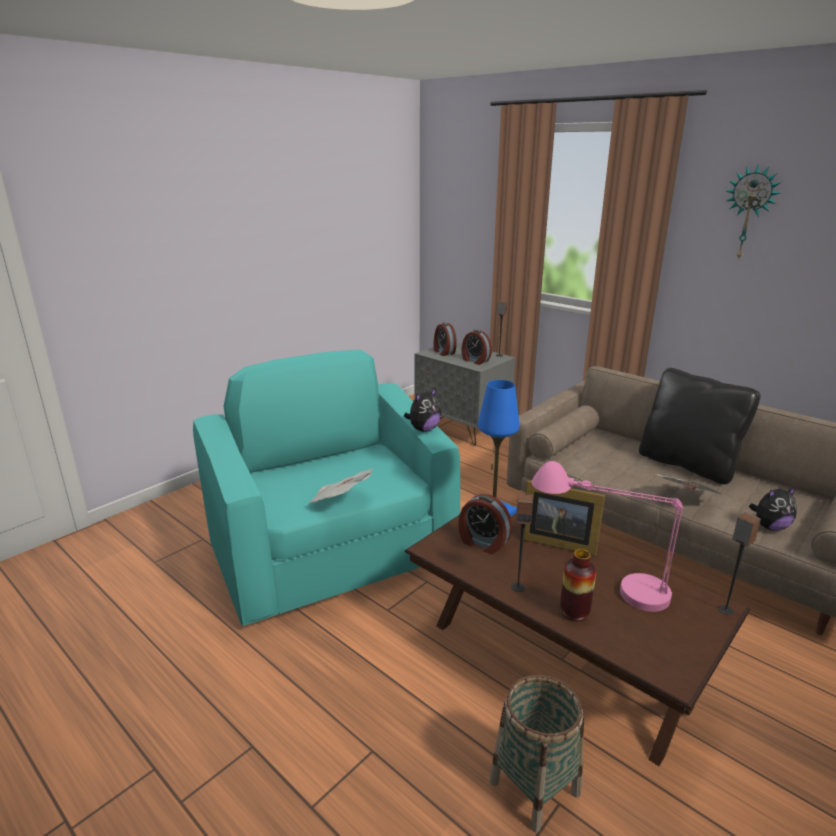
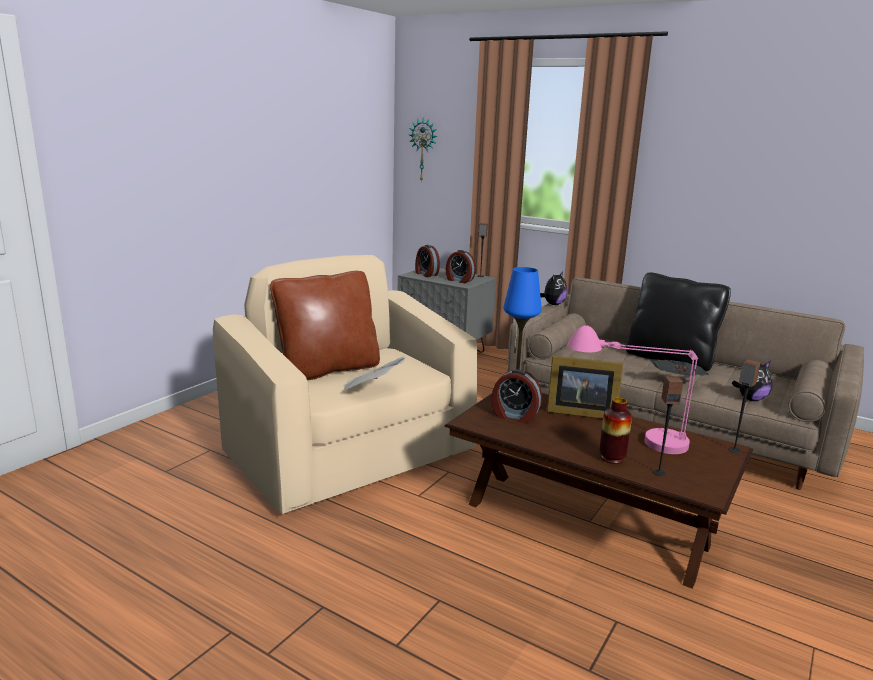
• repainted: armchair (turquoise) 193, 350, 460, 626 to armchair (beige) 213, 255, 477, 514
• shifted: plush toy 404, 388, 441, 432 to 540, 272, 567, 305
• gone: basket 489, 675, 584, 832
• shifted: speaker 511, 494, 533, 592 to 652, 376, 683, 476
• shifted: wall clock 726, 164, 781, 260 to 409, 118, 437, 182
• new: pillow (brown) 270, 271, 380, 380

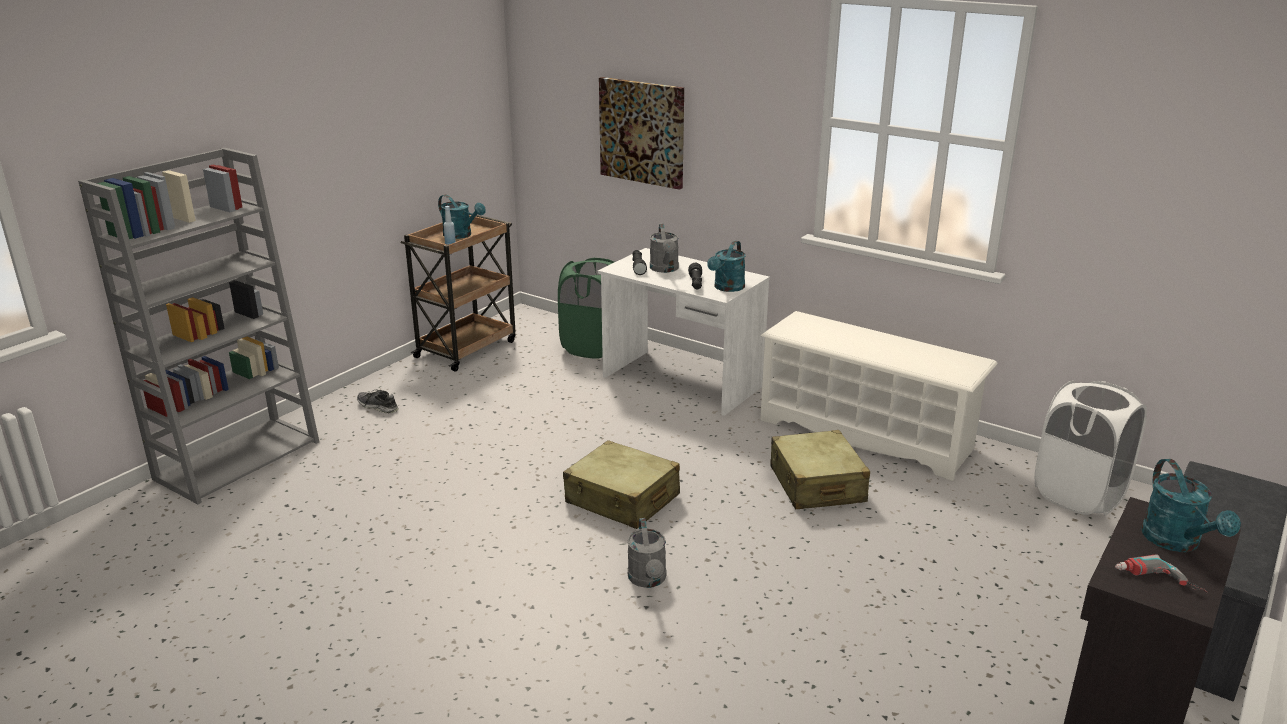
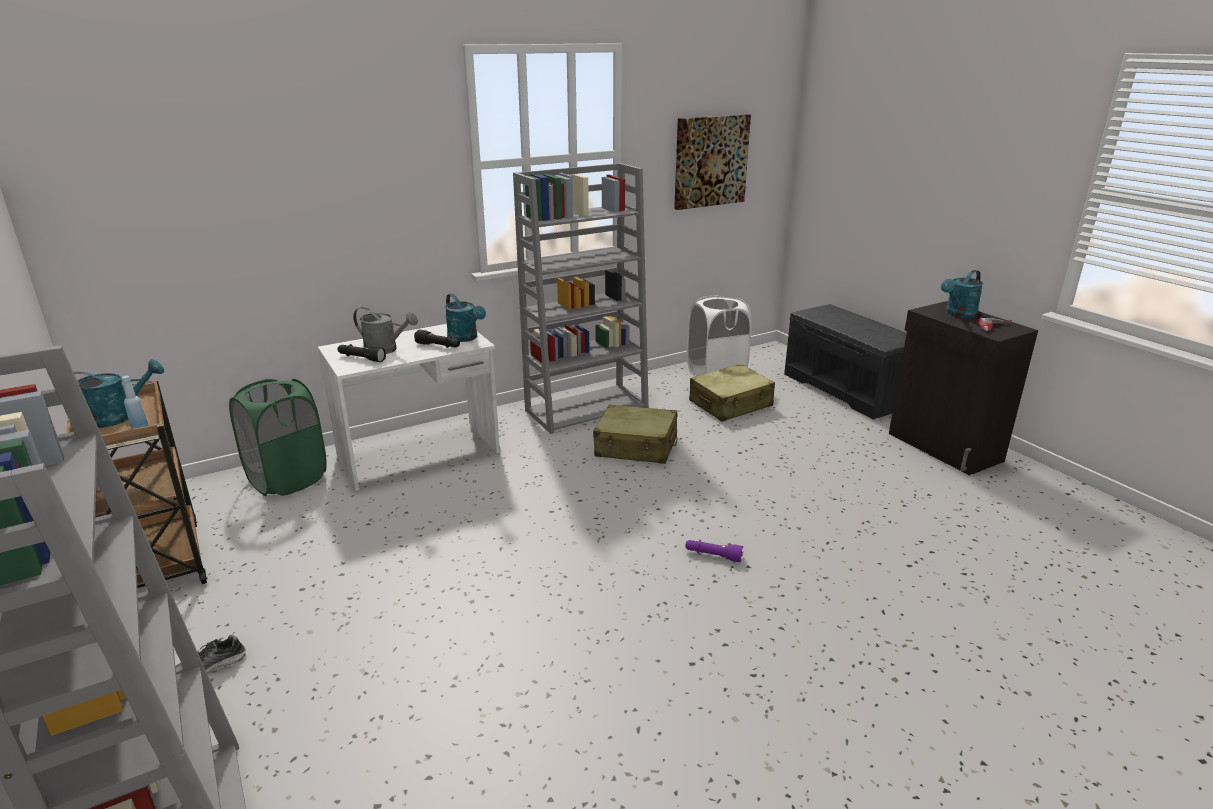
• shifted: suitcase (beige) 563, 440, 680, 529 to 689, 364, 775, 422
• shifted: picture 599, 77, 684, 190 to 674, 114, 751, 210
• swapped: watering can (grey) 627, 518, 666, 588 to flashlight (purple) 685, 540, 743, 562
• swapped: shoe rack (white) 760, 311, 998, 481 to bookcase (grey) 513, 163, 649, 434
• rotated: watering can (turquoise) 1141, 459, 1241, 552 = 941, 270, 983, 318 120 degrees clockwise

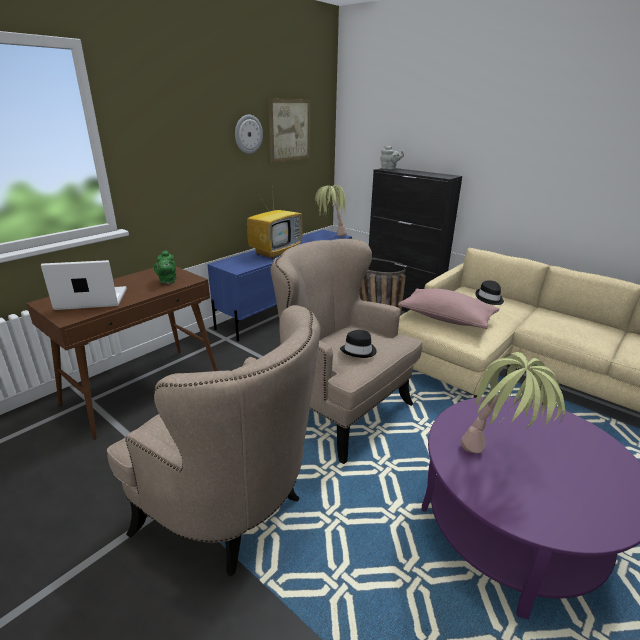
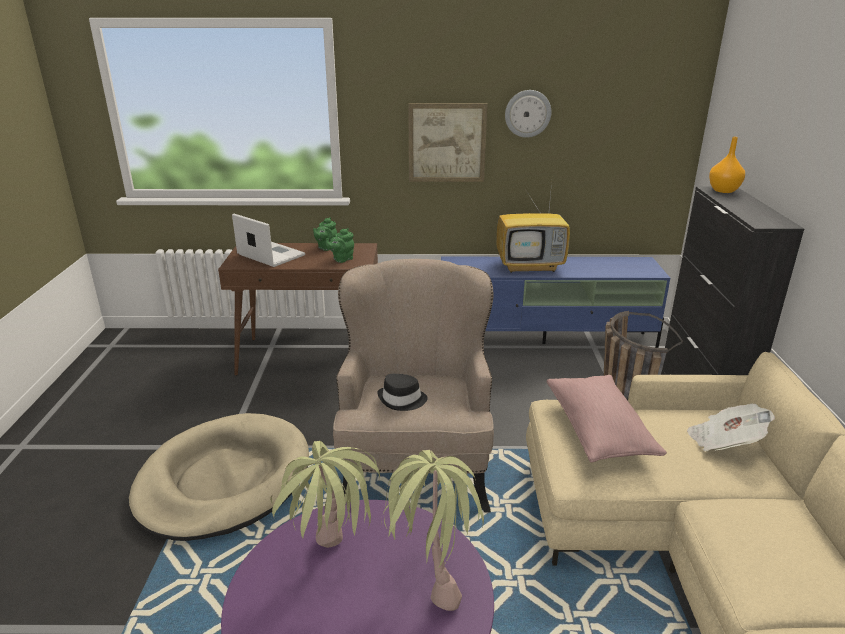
• swapped: armchair (beige) 107, 305, 321, 577 to dog bed (beige) 129, 413, 309, 541
• shifted: picture 268, 99, 310, 163 to 408, 103, 487, 182
• shifted: potted plant 315, 185, 347, 237 to 381, 450, 484, 611
• swapped: teapot (grey) 380, 146, 404, 170 to vase (orange) 709, 137, 745, 193
• swapped: hat (black) 475, 280, 504, 305 to newspaper 687, 404, 775, 451
• new: teapot (green) 313, 217, 337, 251

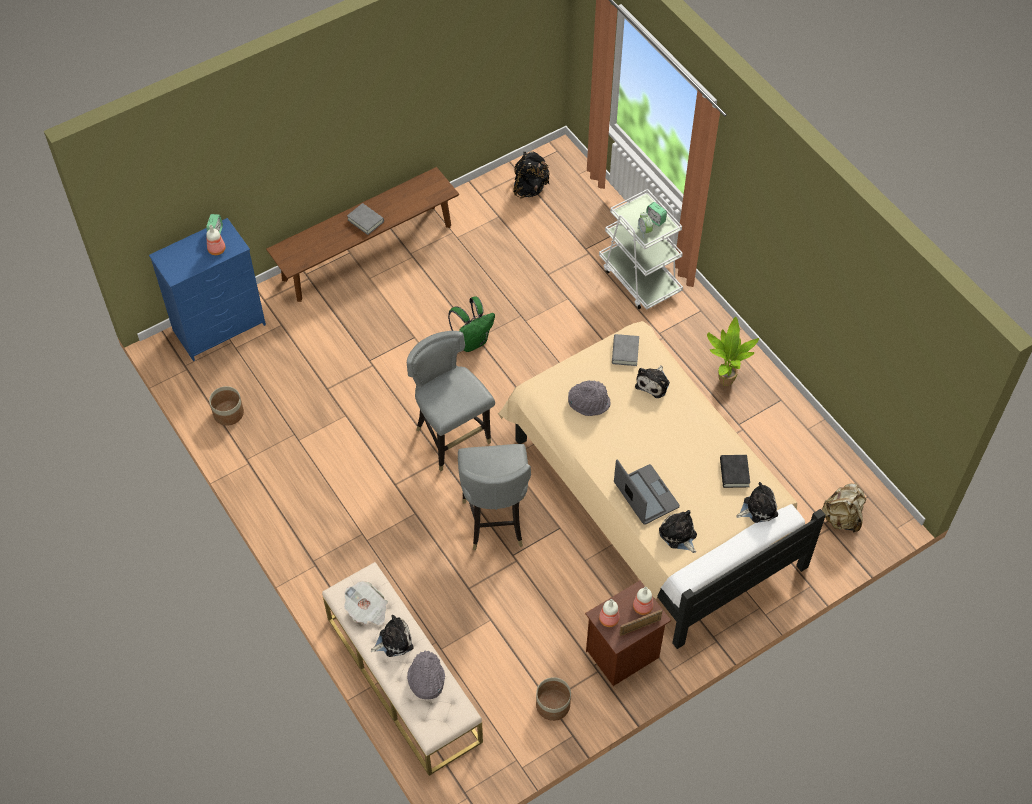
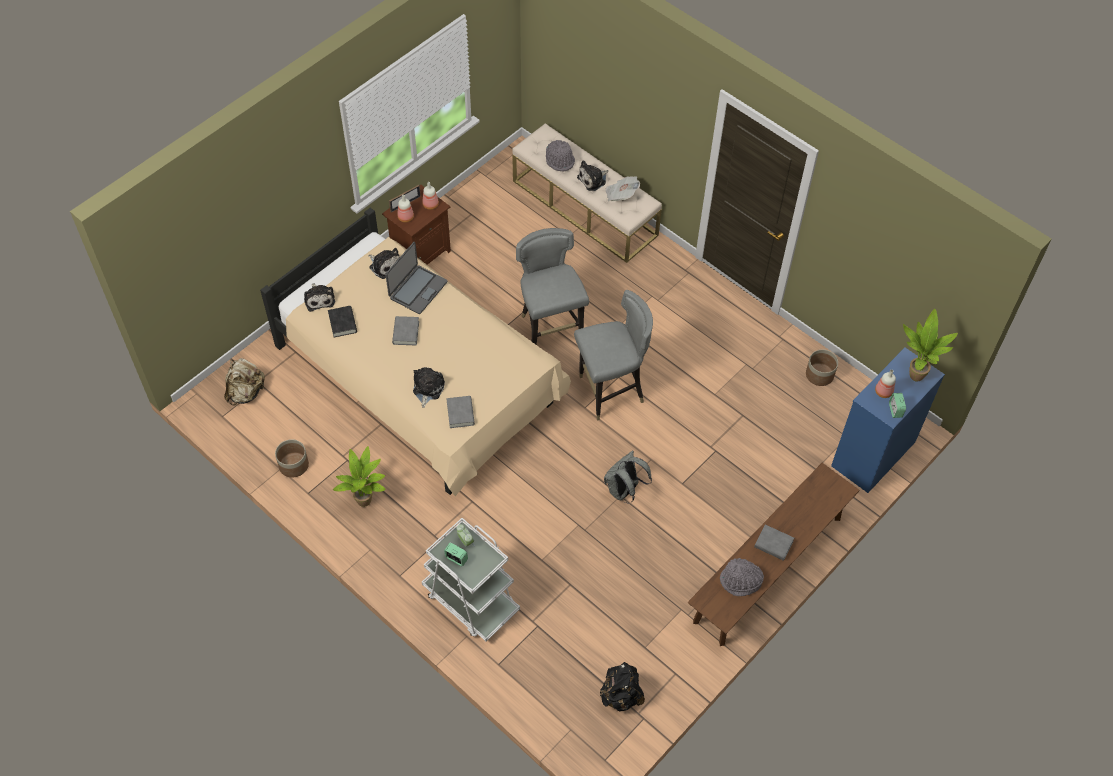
• rotated: chair (grey) 407, 331, 495, 472 = 574, 290, 653, 421 60 degrees counterclockwise
• repainted: backpack (green) 448, 297, 495, 352 to backpack (grey) 604, 450, 652, 503
• shifted: planter 536, 677, 571, 721 to 275, 439, 309, 478
• shifted: hat (grey) 568, 380, 611, 416 to 720, 558, 764, 596
• rotated: laptop 614, 460, 680, 525 = 385, 242, 447, 314 105 degrees counterclockwise
• rotated: plush toy 736, 482, 778, 523 = 304, 283, 335, 312 75 degrees counterclockwise
• new: book (grey) 392, 316, 419, 345
• new: potted plant 903, 309, 958, 382

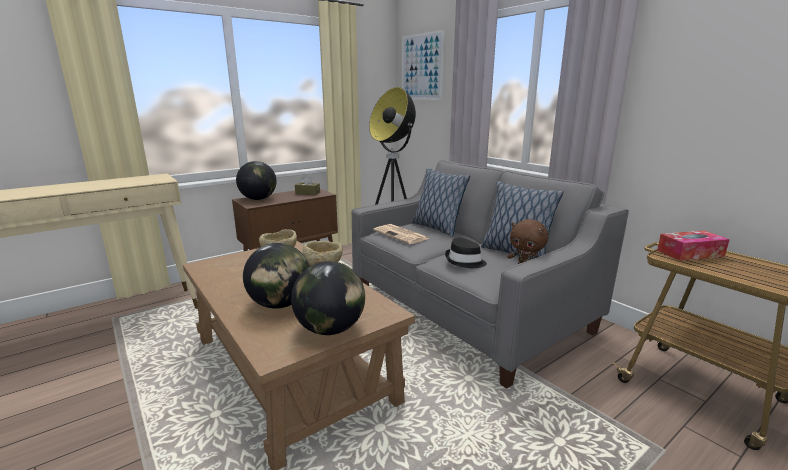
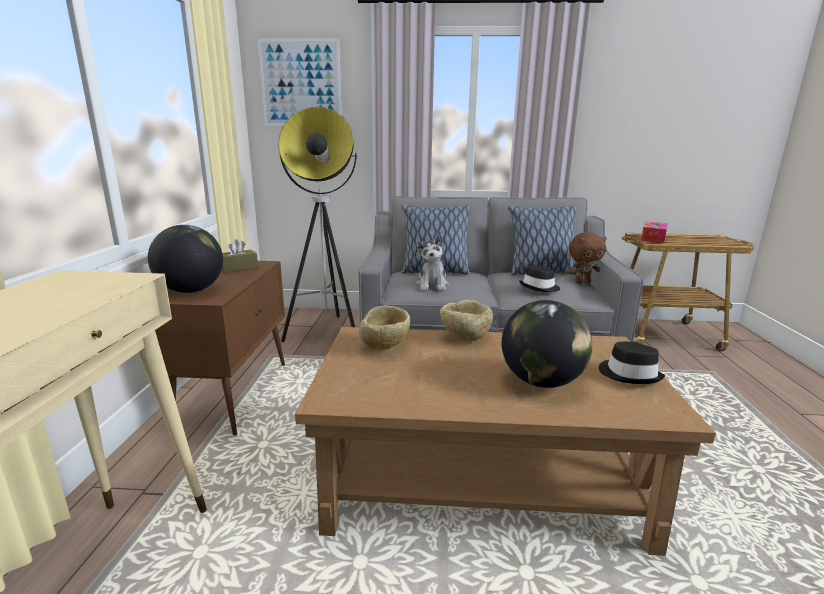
• swapped: globe 291, 261, 365, 335 to hat (black) 599, 342, 665, 384
• swapped: newspaper 374, 224, 430, 244 to plush toy 416, 235, 449, 291

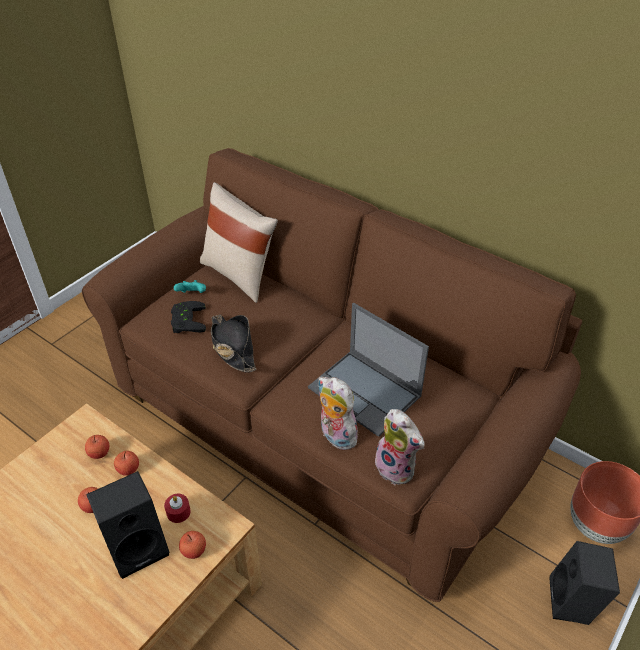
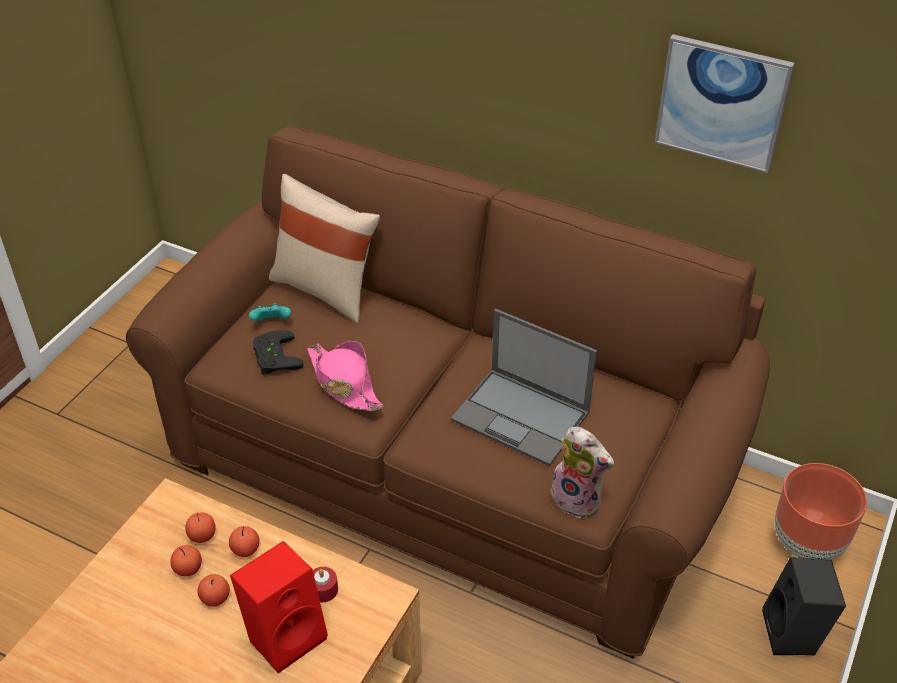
• repainted: speaker (black) 86, 471, 170, 579 to speaker (red) 230, 541, 328, 673
• shifted: apple 179, 531, 206, 559 to 170, 545, 202, 577
• repainted: hat (black) 211, 315, 256, 373 to hat (pink) 307, 341, 383, 411
• gone: plush toy 318, 377, 359, 450
• new: picture 655, 34, 795, 173

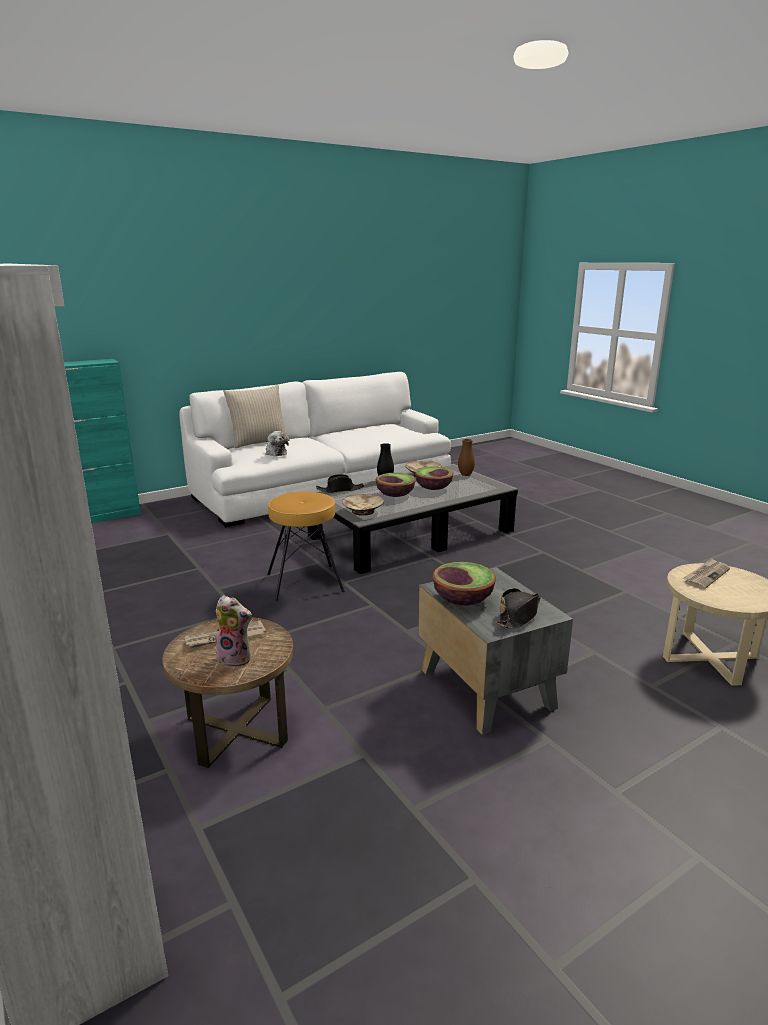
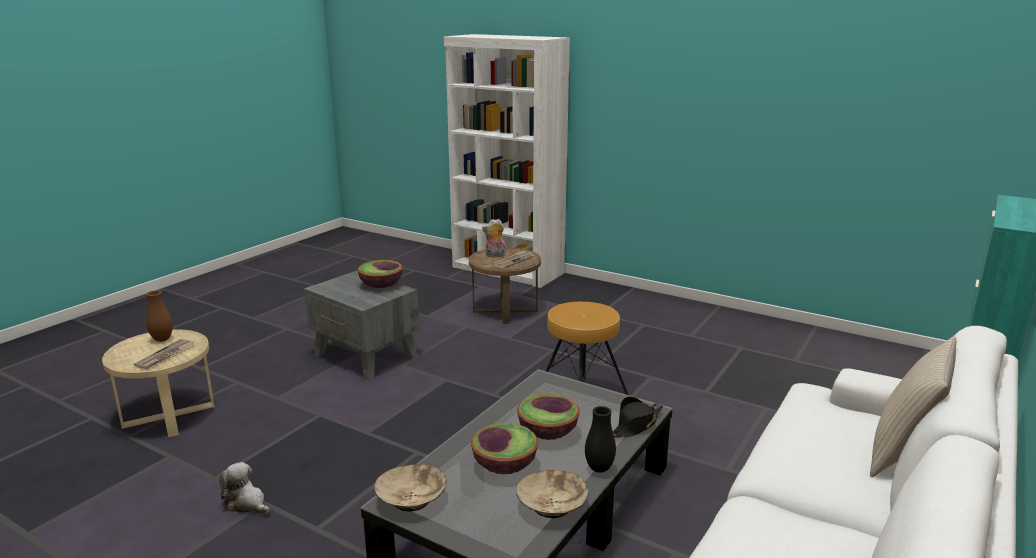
• shifted: plush toy 266, 431, 289, 456 to 219, 462, 270, 515
• shifted: bowl (beige) 342, 494, 384, 516 to 374, 464, 447, 511
• shifted: vase (brown) 458, 439, 475, 476 to 146, 290, 173, 342
• gone: hat (black) 496, 588, 541, 629

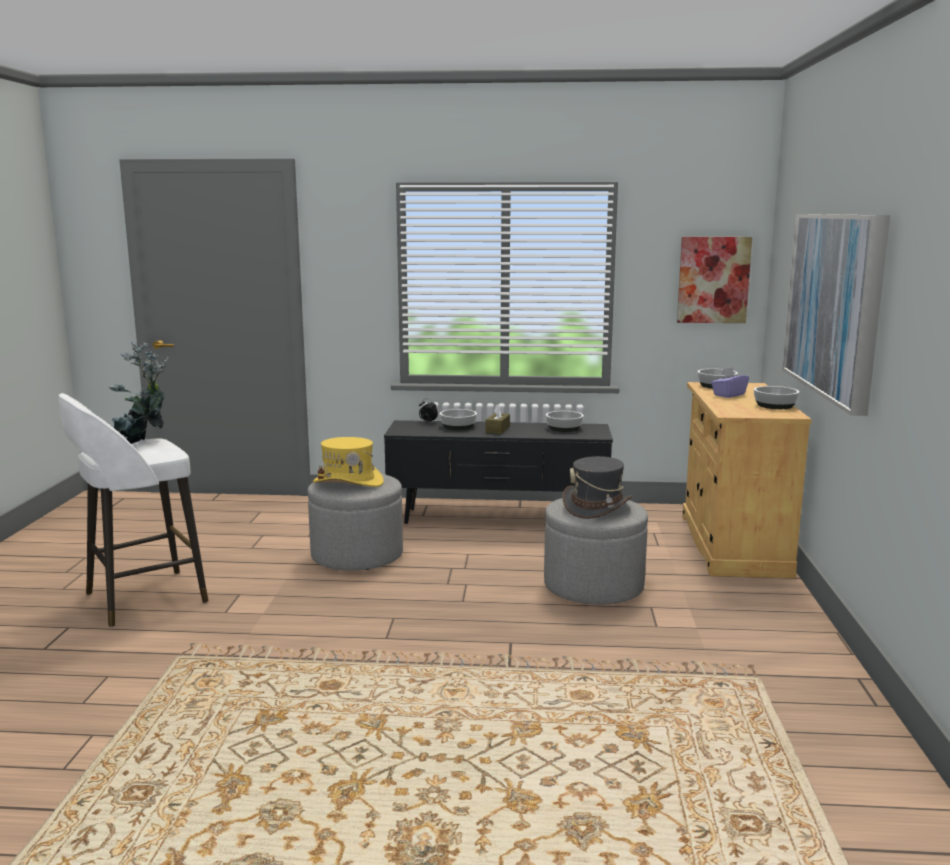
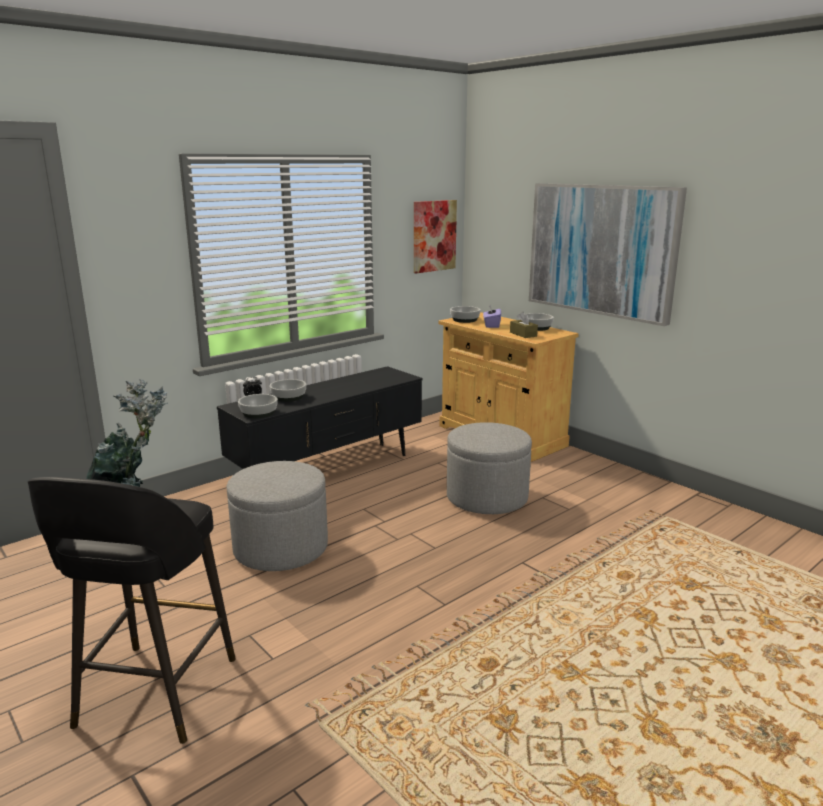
• repainted: stool (white) 59, 393, 209, 627 to stool (black) 28, 477, 236, 744
• gone: hat (yellow) 313, 437, 384, 487
• shifted: tissue box (brown) 485, 404, 510, 434 to 510, 312, 538, 338
• shifted: bowl 546, 411, 584, 432 to 238, 394, 278, 418
• gone: hat (grey) 562, 456, 632, 519

